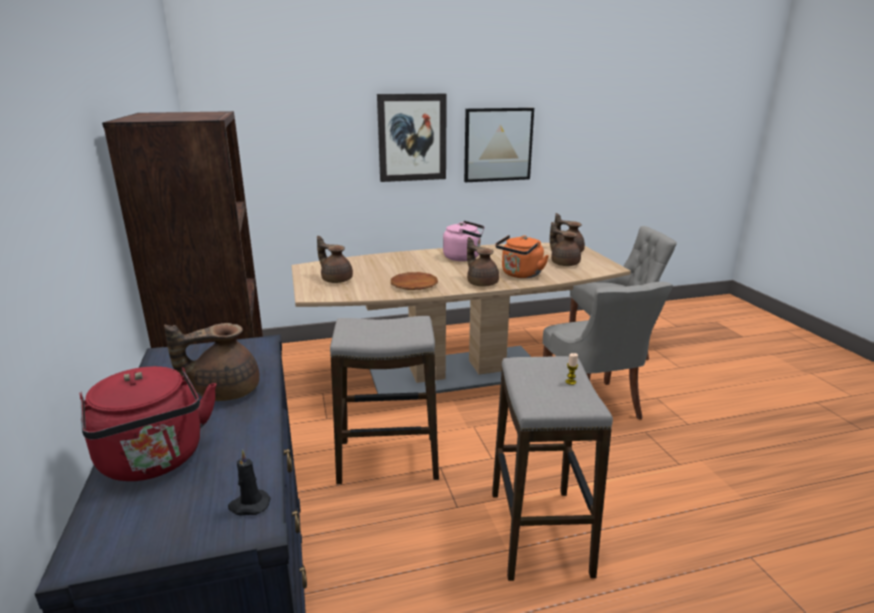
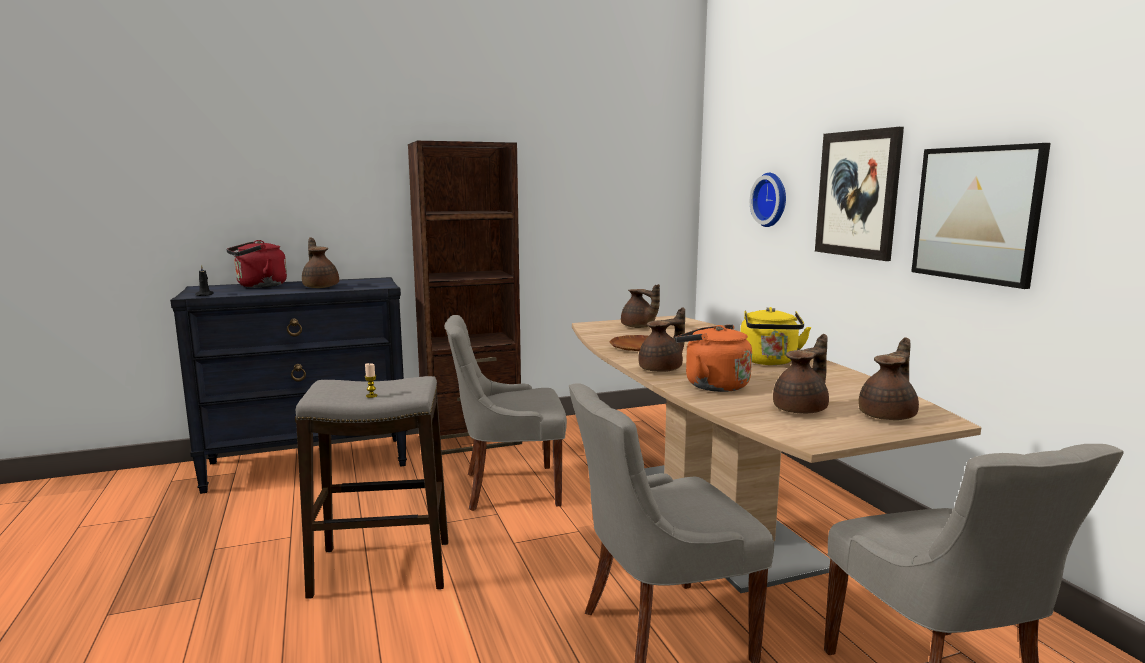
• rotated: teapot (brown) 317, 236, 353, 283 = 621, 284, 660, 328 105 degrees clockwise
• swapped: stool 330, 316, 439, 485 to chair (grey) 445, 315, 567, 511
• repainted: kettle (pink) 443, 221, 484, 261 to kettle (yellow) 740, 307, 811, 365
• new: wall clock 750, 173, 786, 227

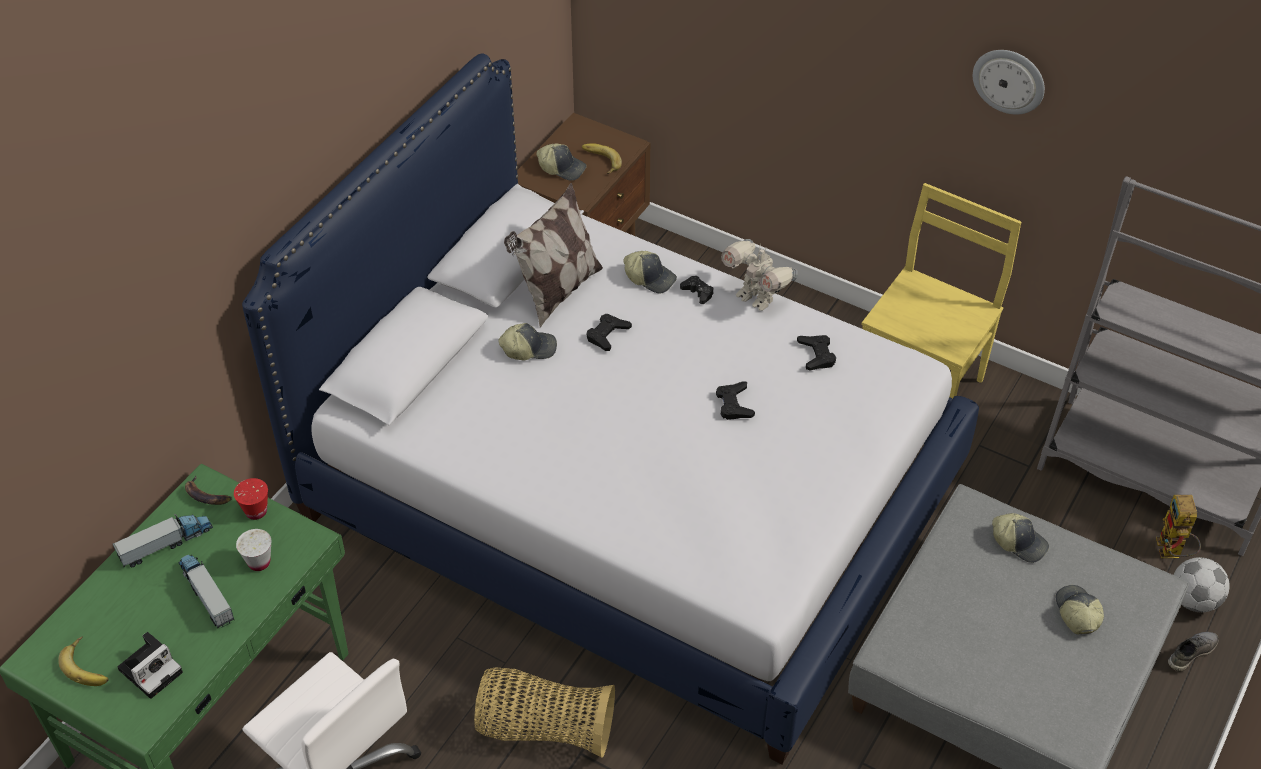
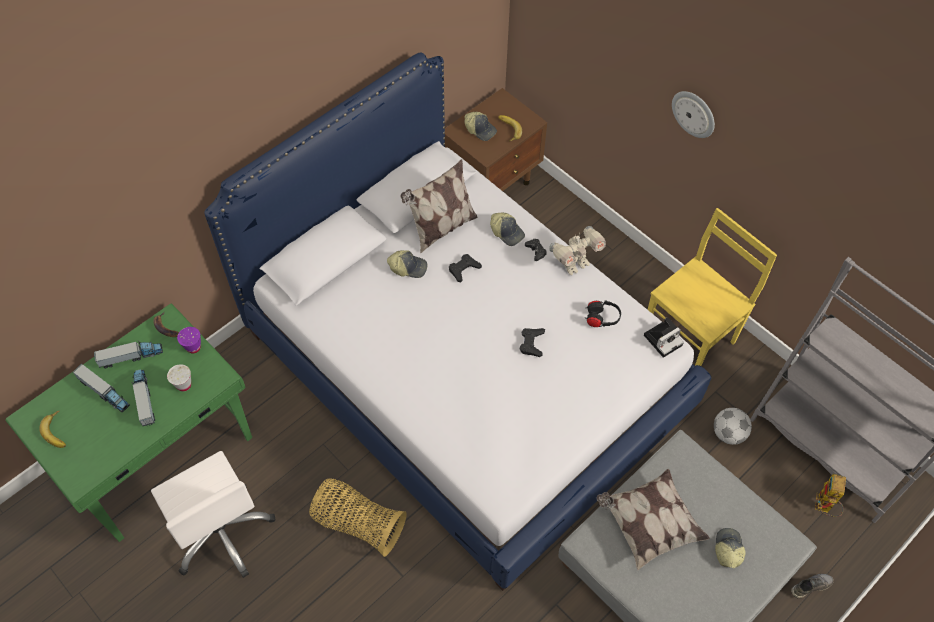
• shifted: photo camera 118, 632, 183, 699 to 644, 317, 684, 358
• repainted: cup (red) 234, 478, 268, 520 to cup (purple) 177, 327, 201, 353
• rotated: toy robot 721, 239, 798, 311 = 549, 226, 606, 275 90 degrees counterclockwise
• swapped: game controller (black) 797, 335, 836, 371 to headphones (black) 586, 300, 621, 327
• shifted: wall clock 973, 50, 1045, 115 to 672, 91, 715, 138
• gone: cap 992, 513, 1049, 563
• shifted: football 1174, 557, 1230, 613 to 714, 408, 752, 445
• new: toy truck 73, 364, 130, 413
• new: pillow 597, 469, 710, 570

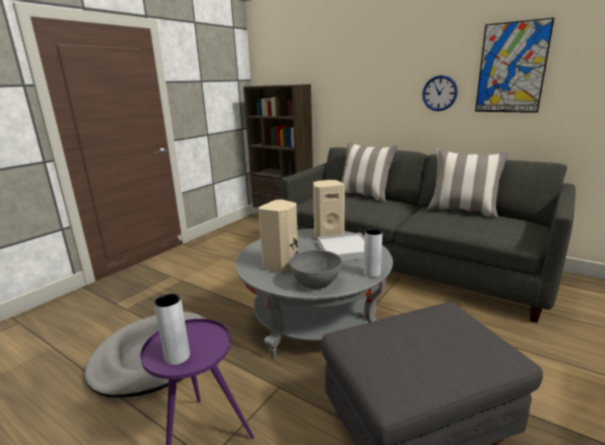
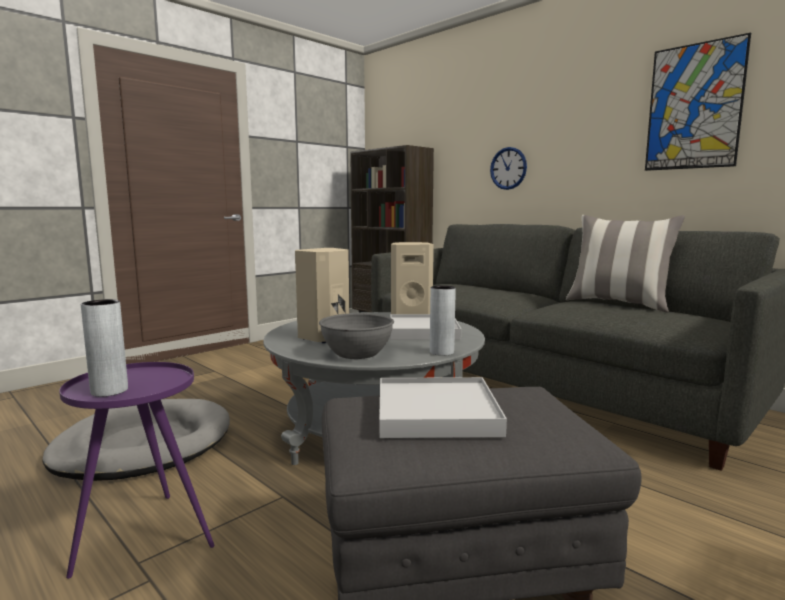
• gone: pillow 341, 141, 398, 203
• shifted: wall clock 422, 75, 458, 111 to 490, 147, 527, 190
• new: tray (white) 379, 377, 507, 438

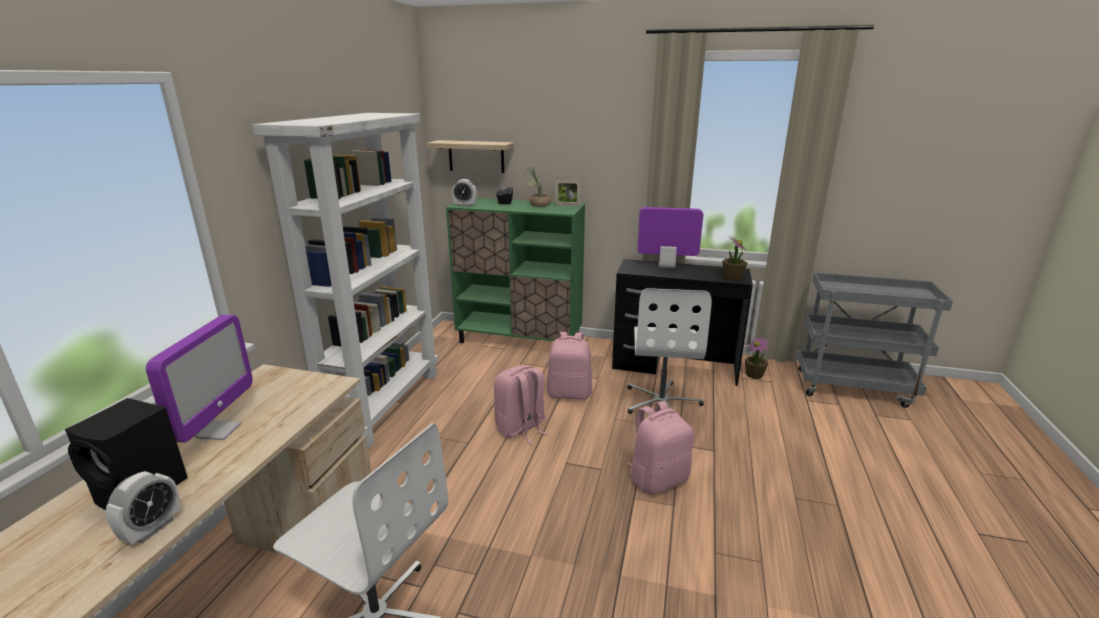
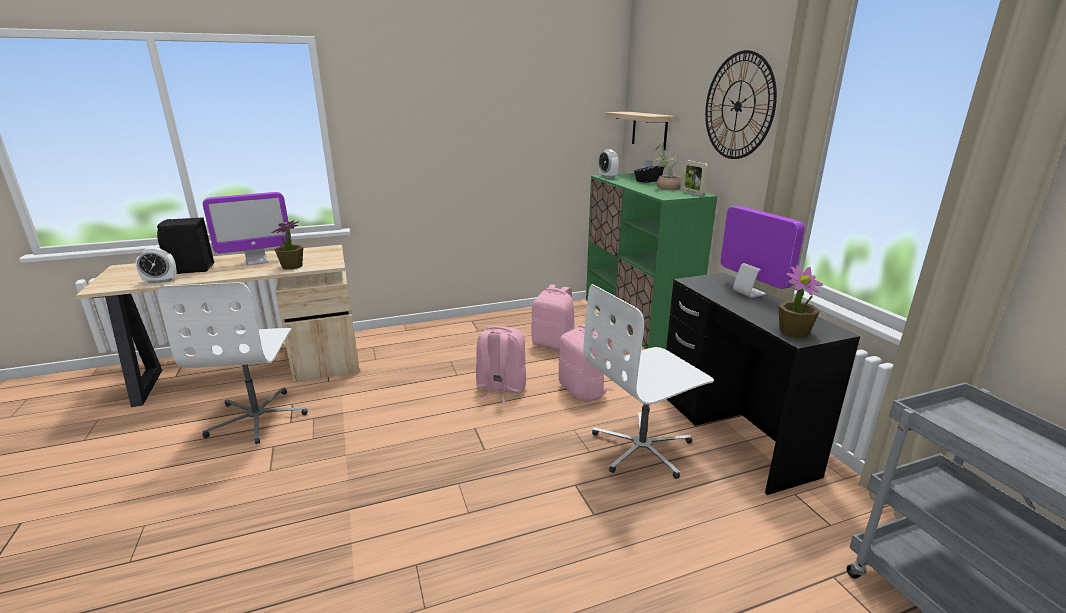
• gone: bookcase (white) 252, 113, 438, 448
• shifted: backpack (pink) 628, 401, 694, 495 to 531, 284, 575, 350
• shifted: potted plant 745, 337, 769, 379 to 271, 220, 303, 270
• new: wall clock 705, 50, 777, 159

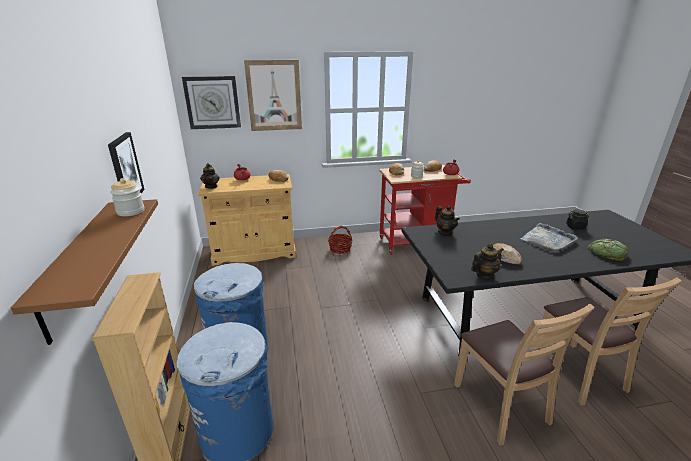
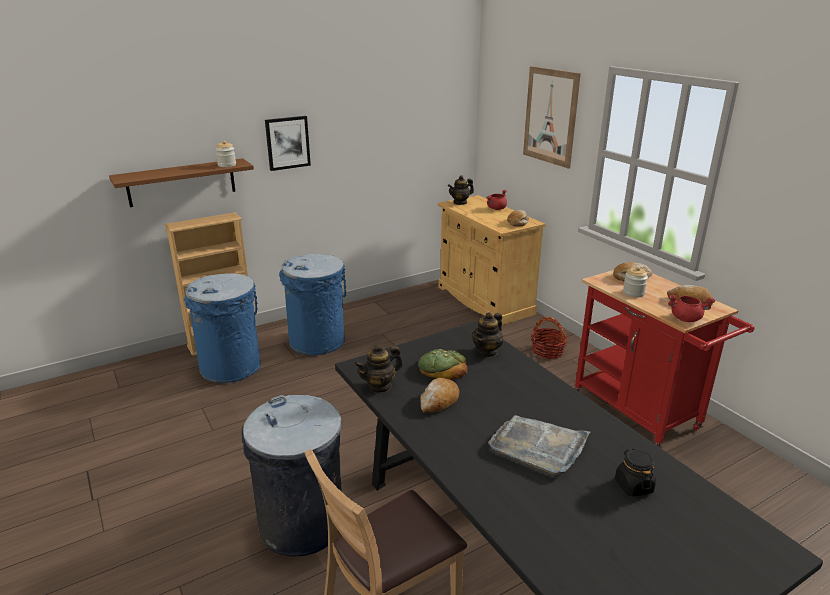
• gone: wall clock 182, 76, 241, 129
• swapped: chair (brown) 454, 304, 595, 445 to trash can (grey) 242, 395, 342, 557
• rotated: teapot 471, 243, 504, 279 = 354, 344, 403, 394 105 degrees clockwise
• shifted: bread 588, 239, 628, 261 to 418, 349, 468, 380

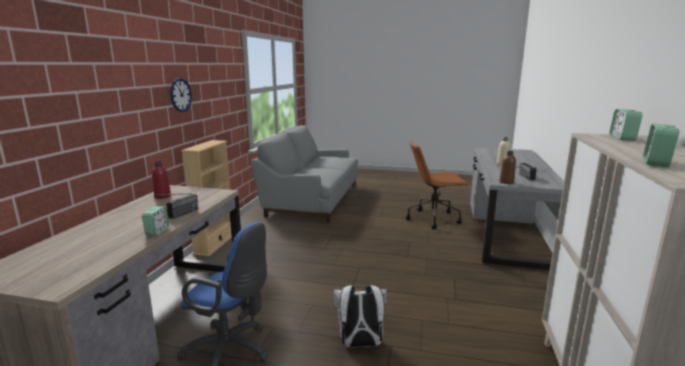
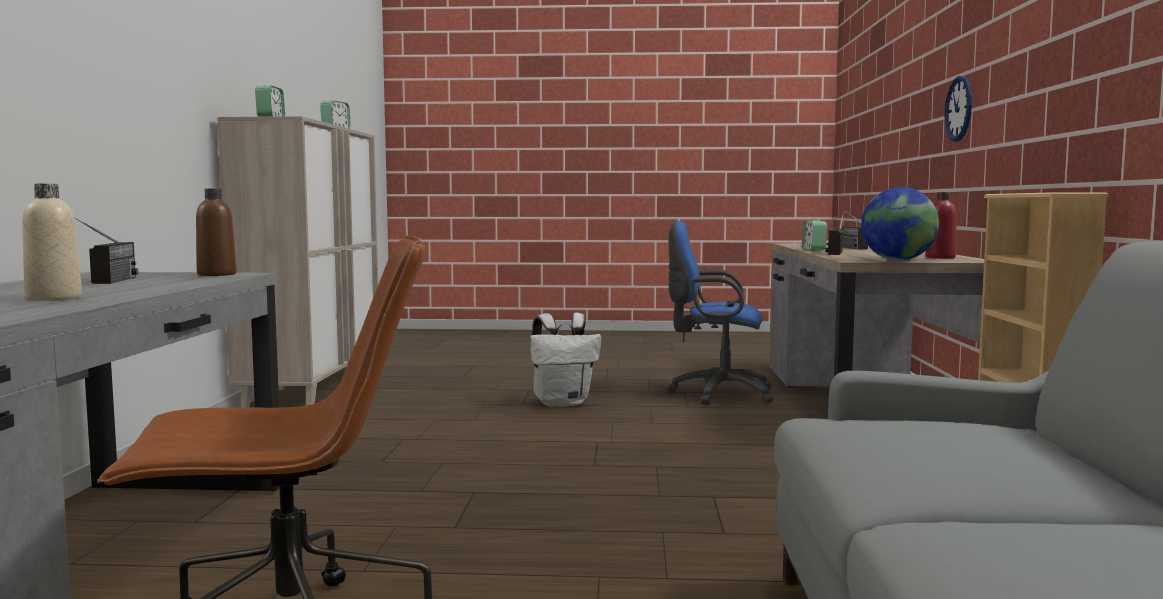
• shifted: wall clock 170, 78, 192, 112 to 945, 76, 972, 142
• new: radio 843, 210, 868, 250
• new: globe 861, 187, 939, 261

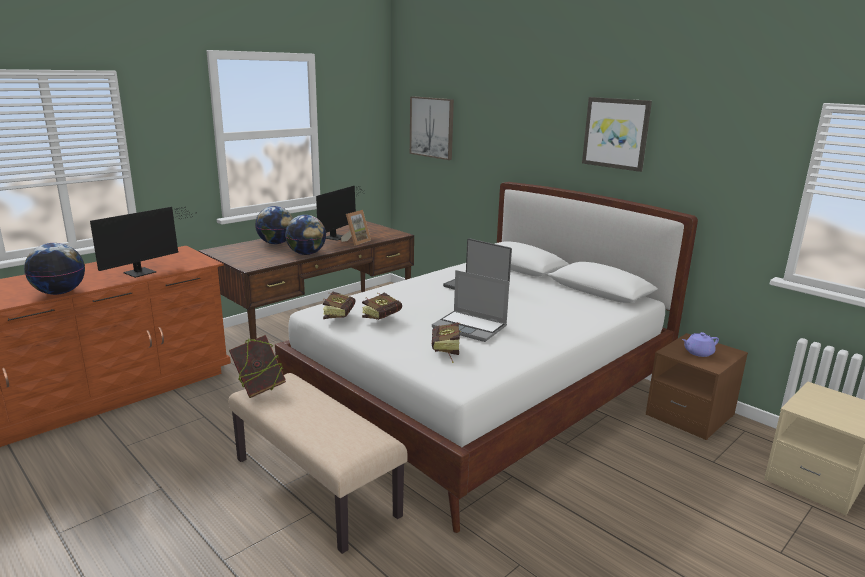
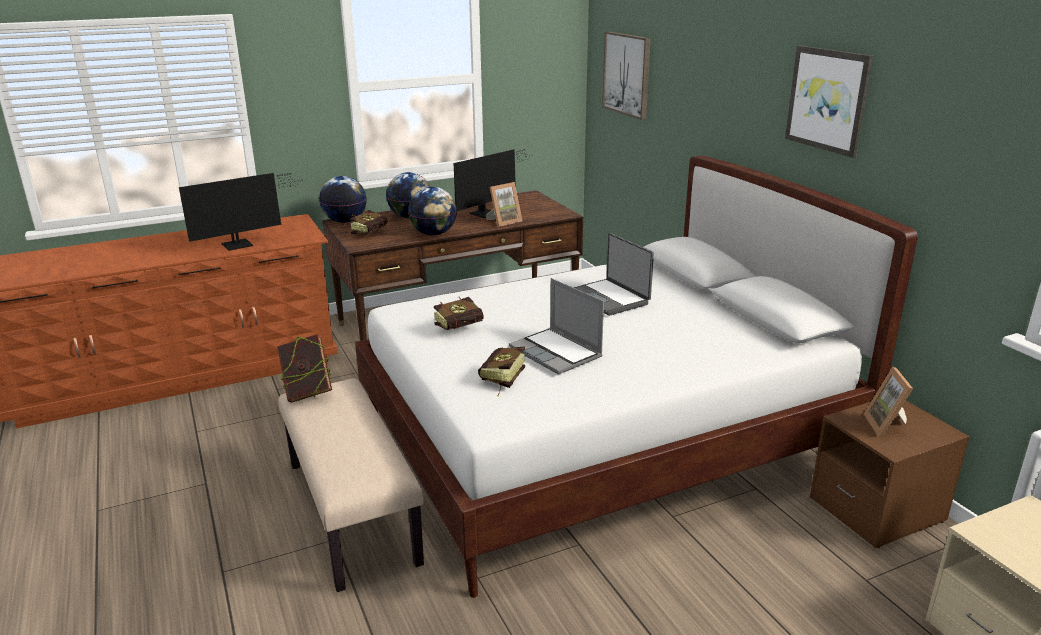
• shifted: globe 24, 243, 85, 295 to 319, 176, 367, 223
• shifted: book 323, 292, 355, 319 to 350, 210, 388, 234
• swapped: teapot (purple) 682, 332, 719, 357 to picture frame 864, 367, 913, 438

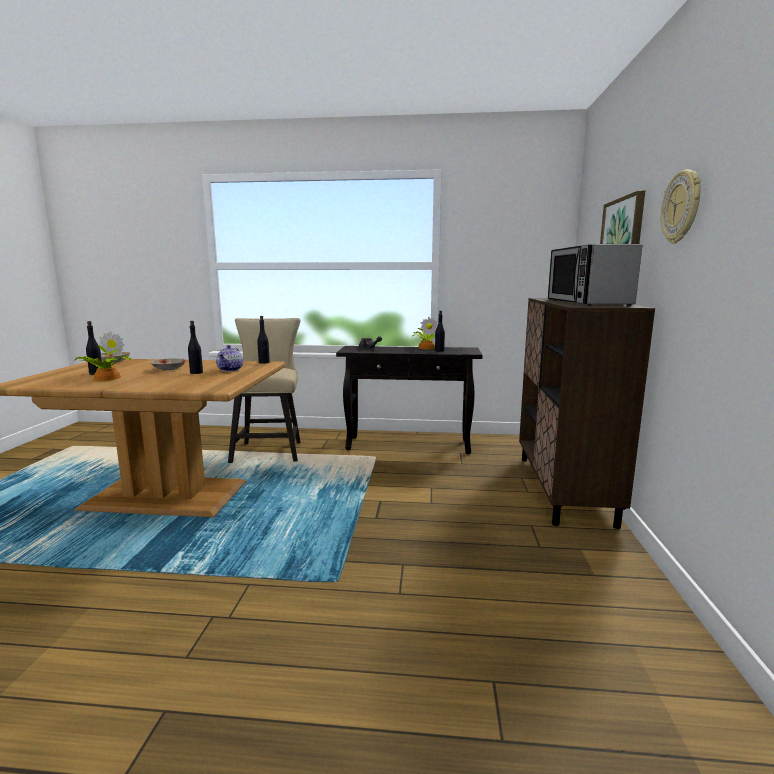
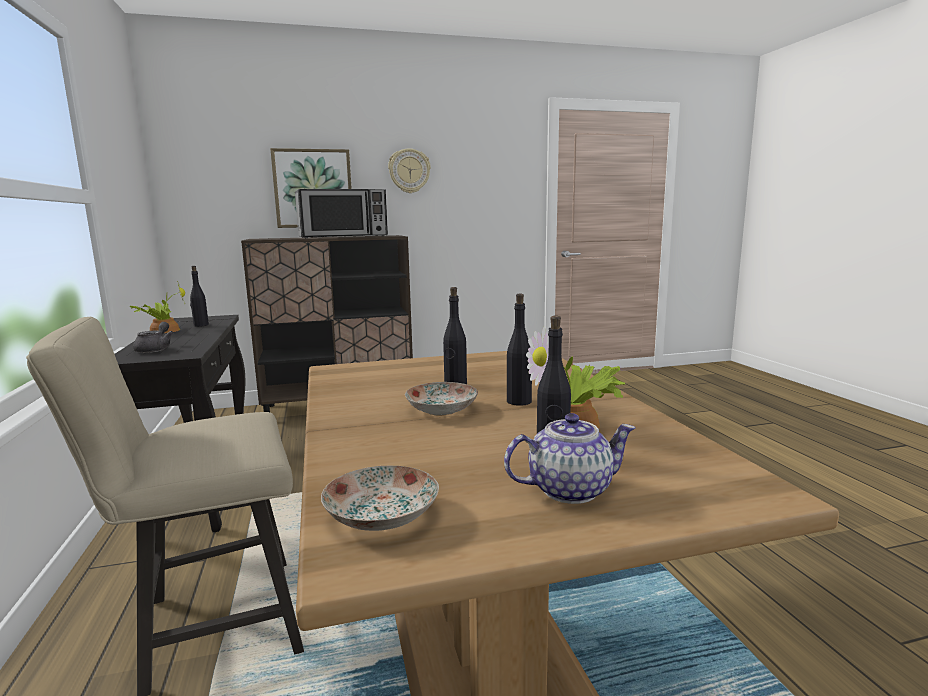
• shifted: teapot 216, 345, 243, 372 to 504, 413, 636, 504
• shifted: bottle (black) 257, 316, 270, 364 to 507, 294, 532, 406

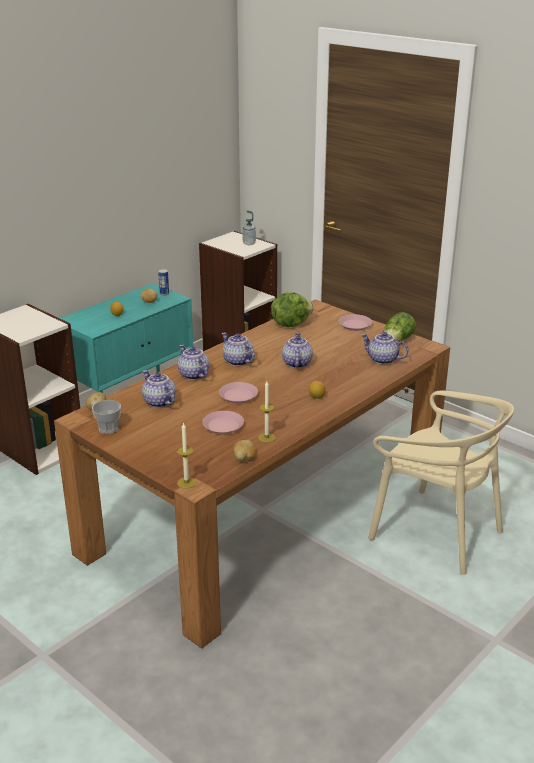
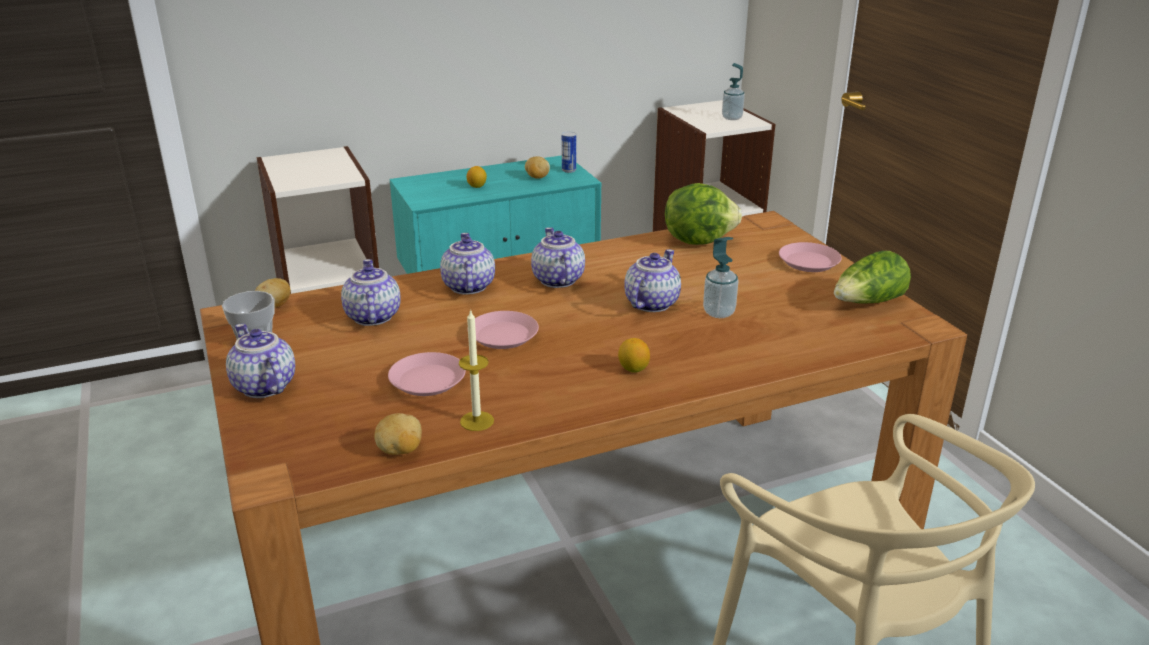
• gone: candle 177, 422, 196, 489
• shifted: teapot 361, 332, 408, 364 to 226, 323, 295, 398
• new: soap dispenser 703, 237, 738, 318

